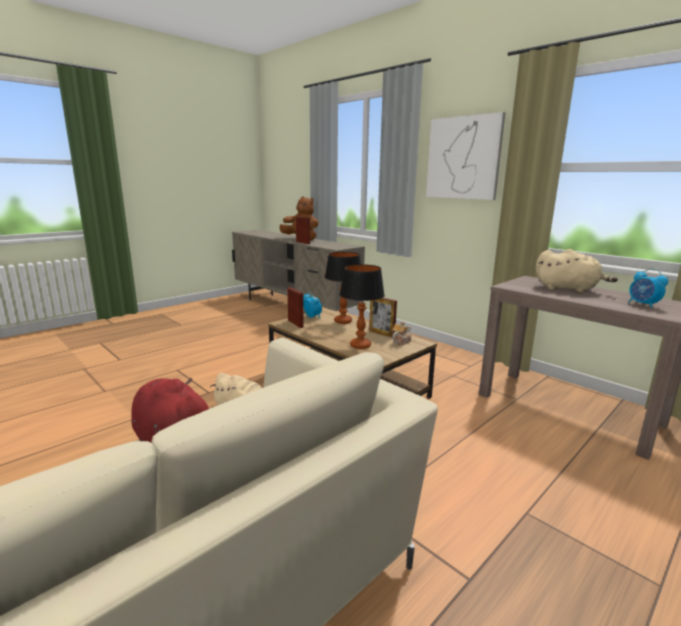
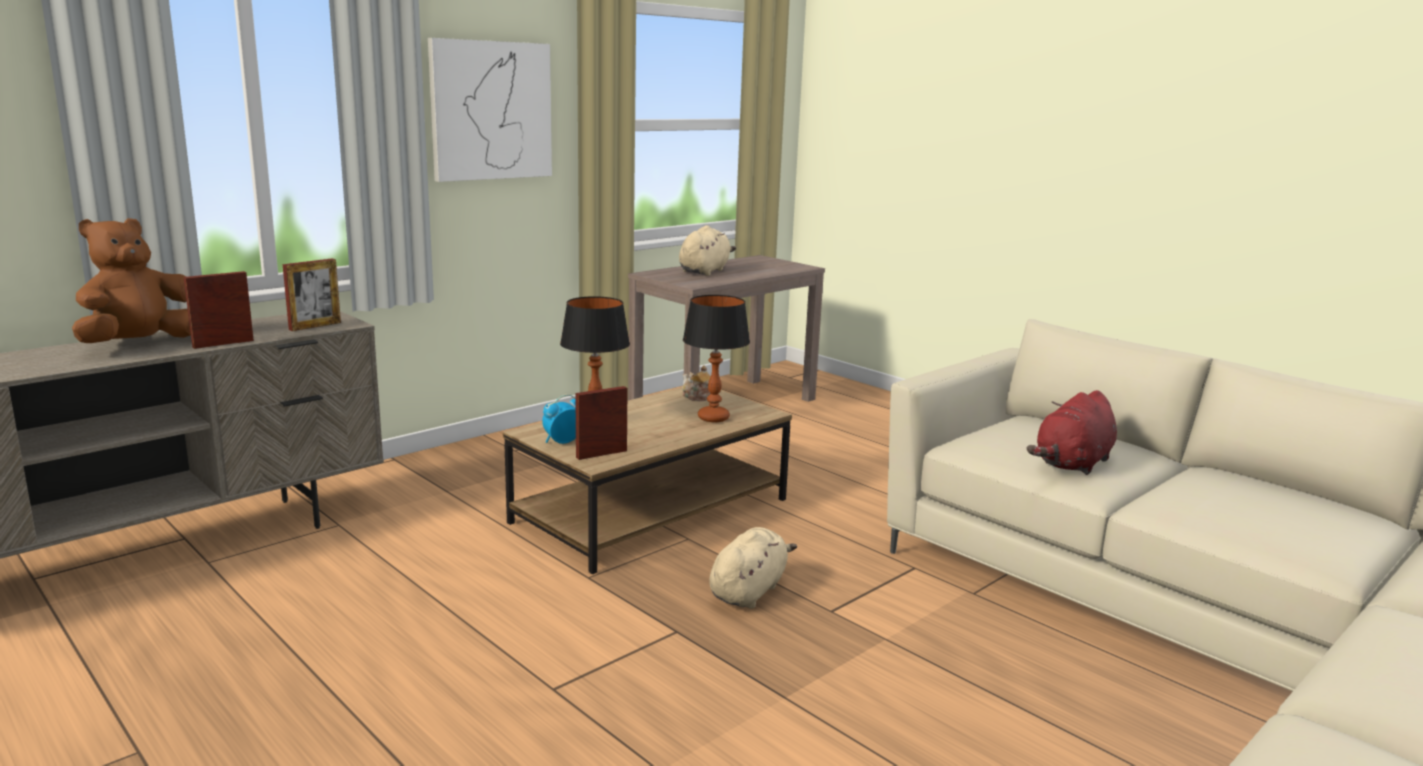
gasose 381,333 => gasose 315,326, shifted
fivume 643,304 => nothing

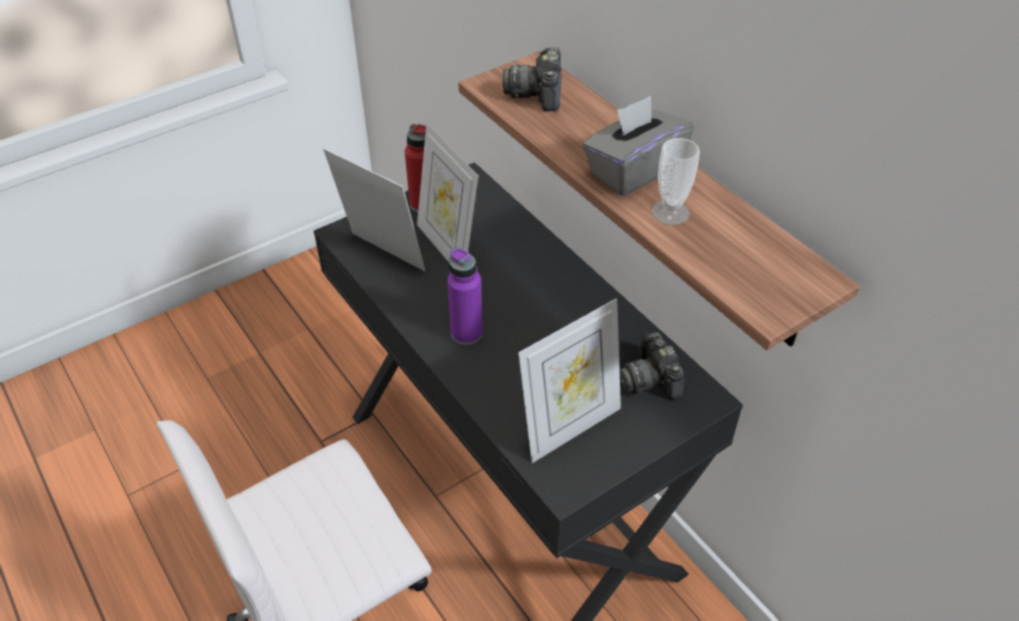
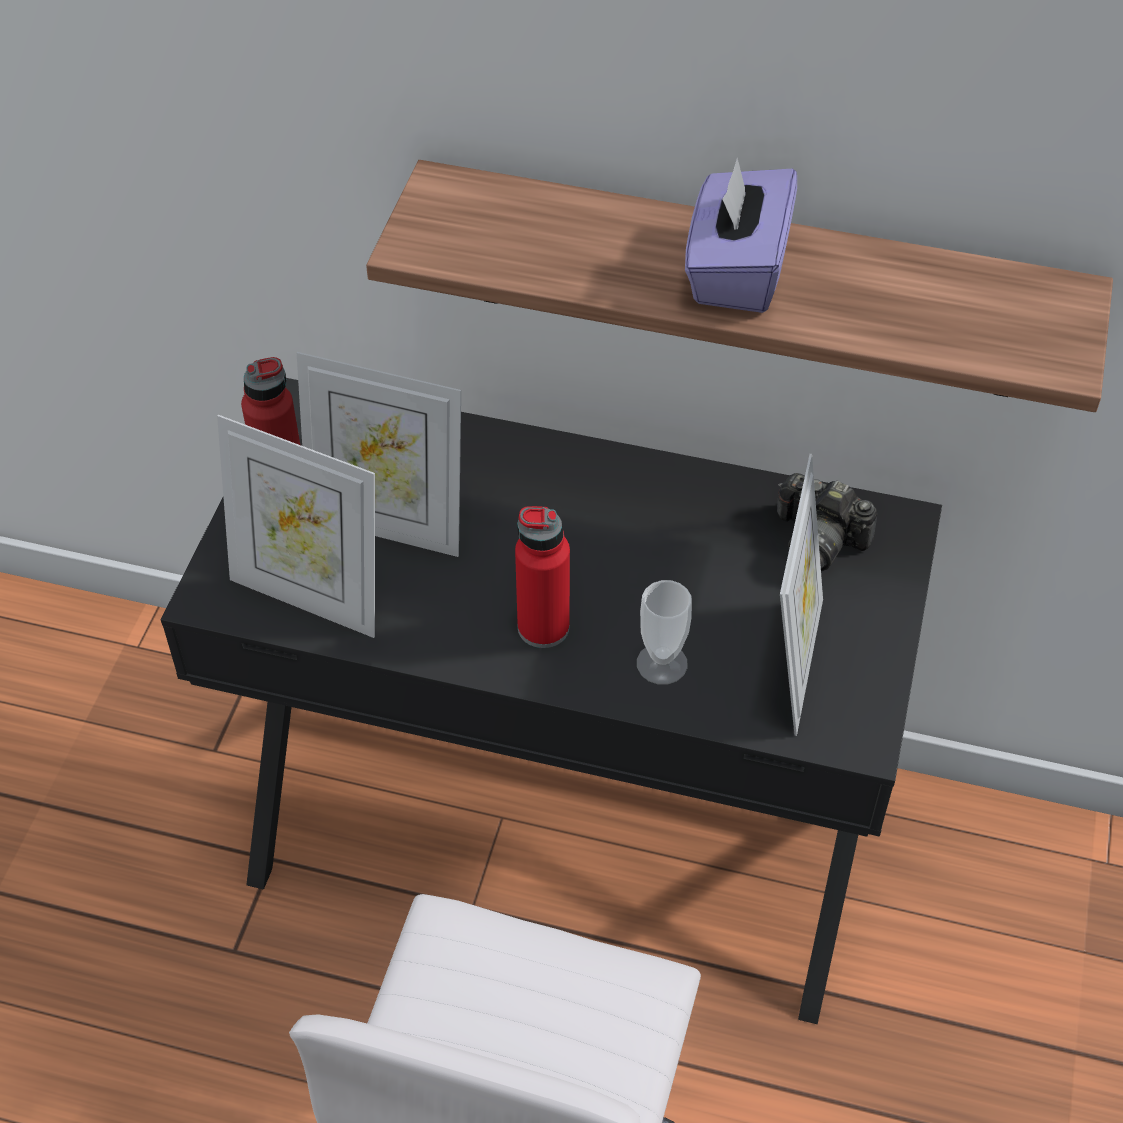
gasose 382,257 => gasose 310,595, 150 degrees counterclockwise
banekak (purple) 466,333 => banekak (red) 543,627
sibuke 670,212 => sibuke 662,664, shifted
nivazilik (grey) 633,170 => nivazilik (purple) 736,271
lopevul 538,94 => nothing

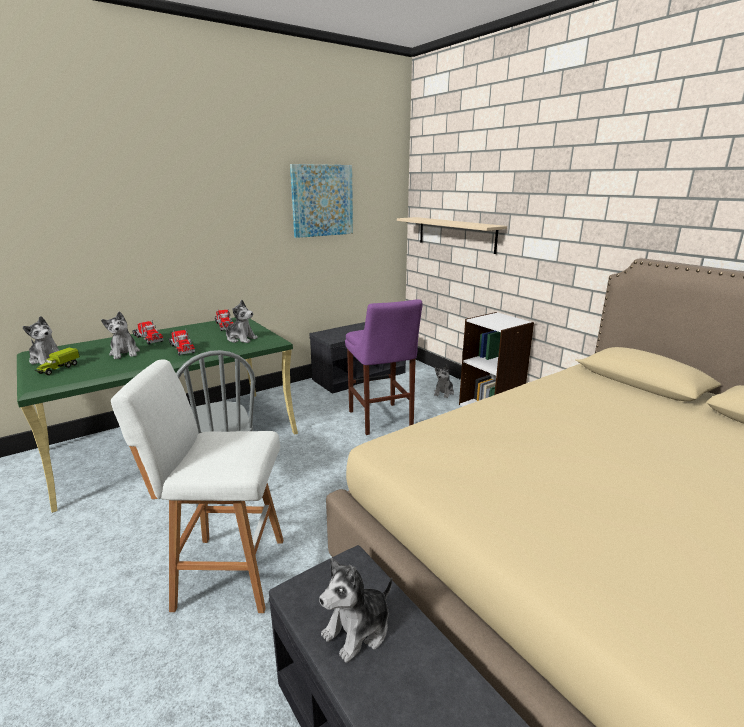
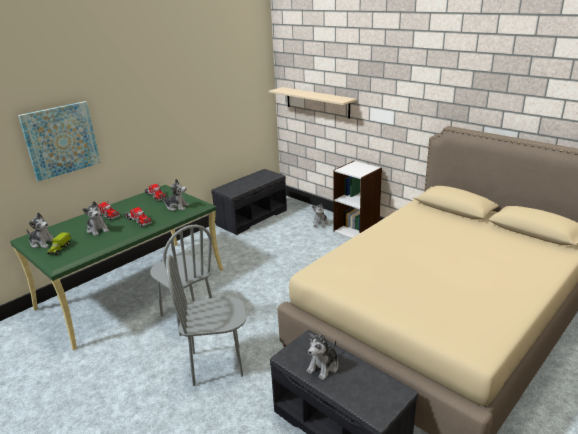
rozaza 322,200 => rozaza 61,140, shifted
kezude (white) 226,572 => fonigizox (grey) 217,364
kezude (purple) 381,420 => nothing

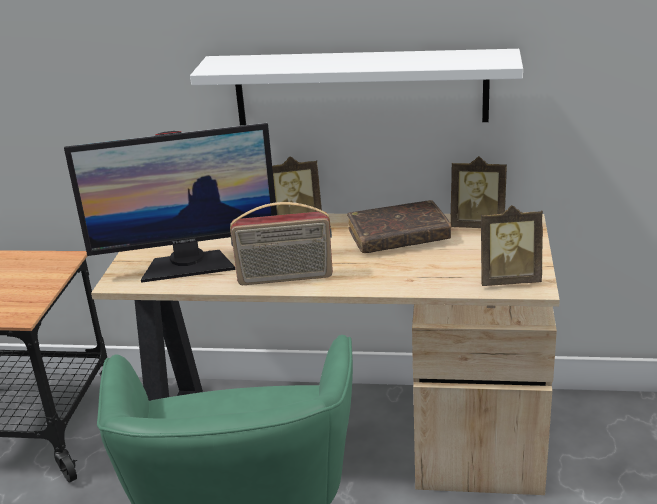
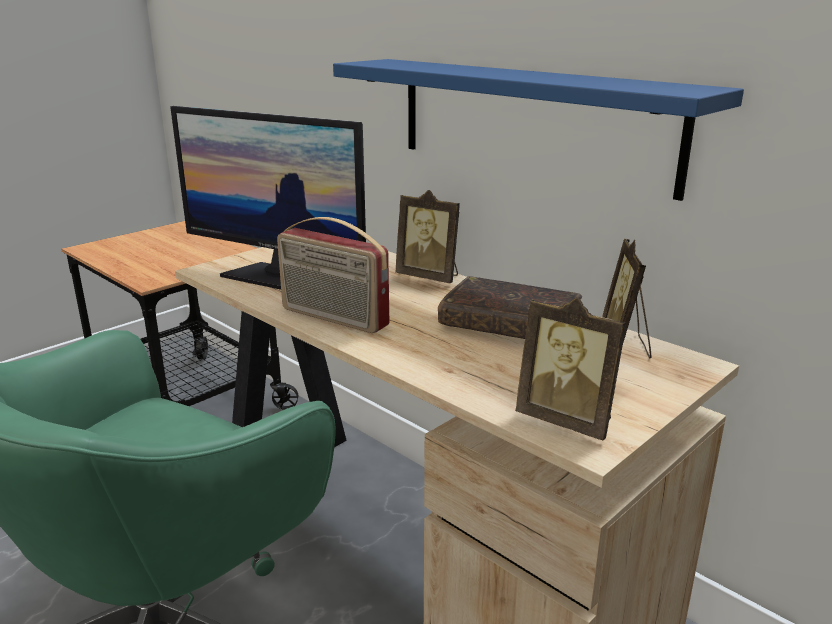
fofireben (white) 360,88 => fofireben (blue) 530,122
gasose 478,225 => gasose 624,346, 45 degrees clockwise

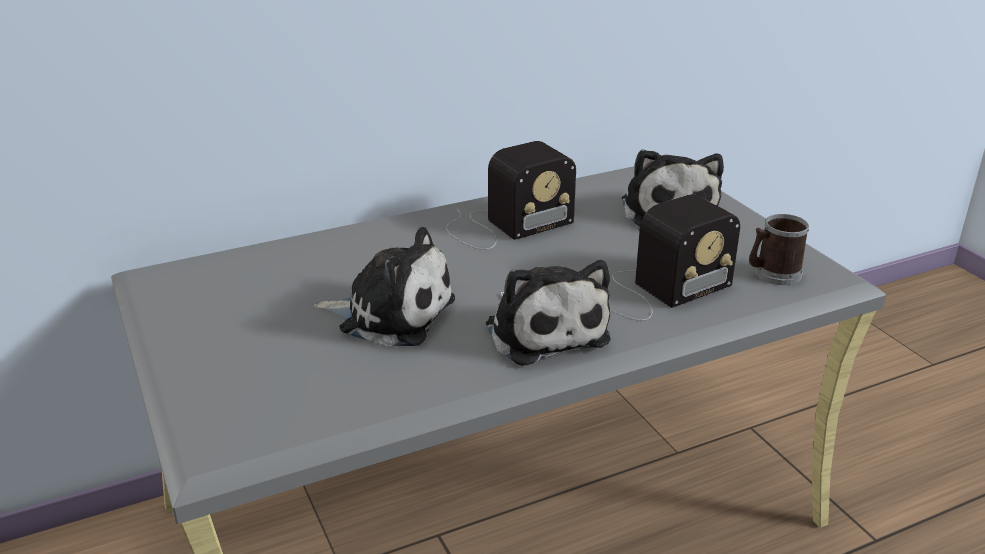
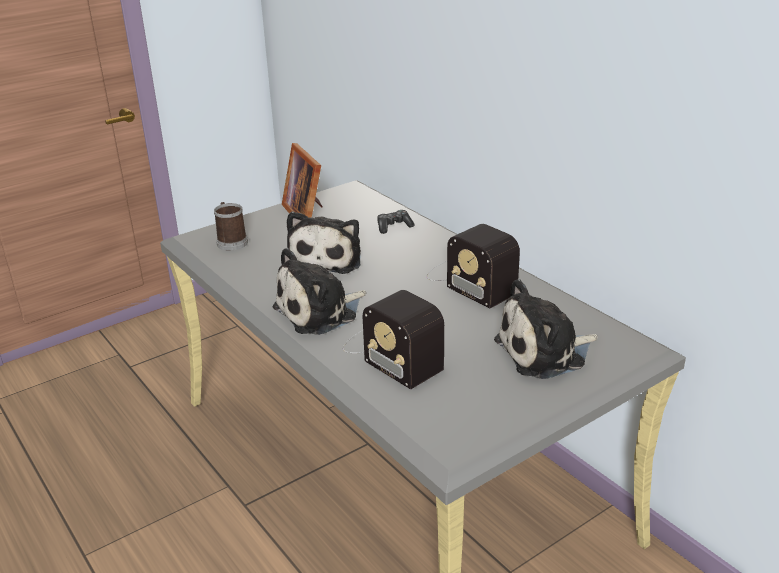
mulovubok 773,274 => mulovubok 231,241, shifted
nothing => gasose 307,213
nothing => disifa 394,226

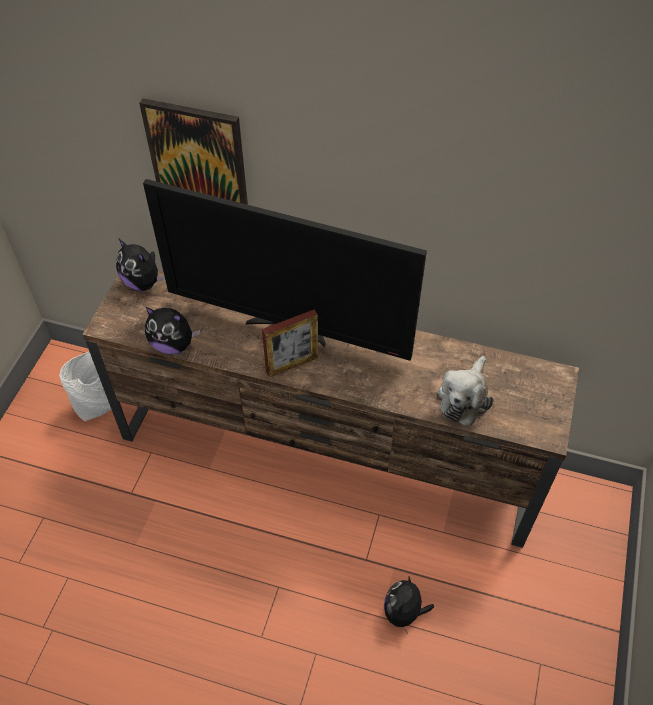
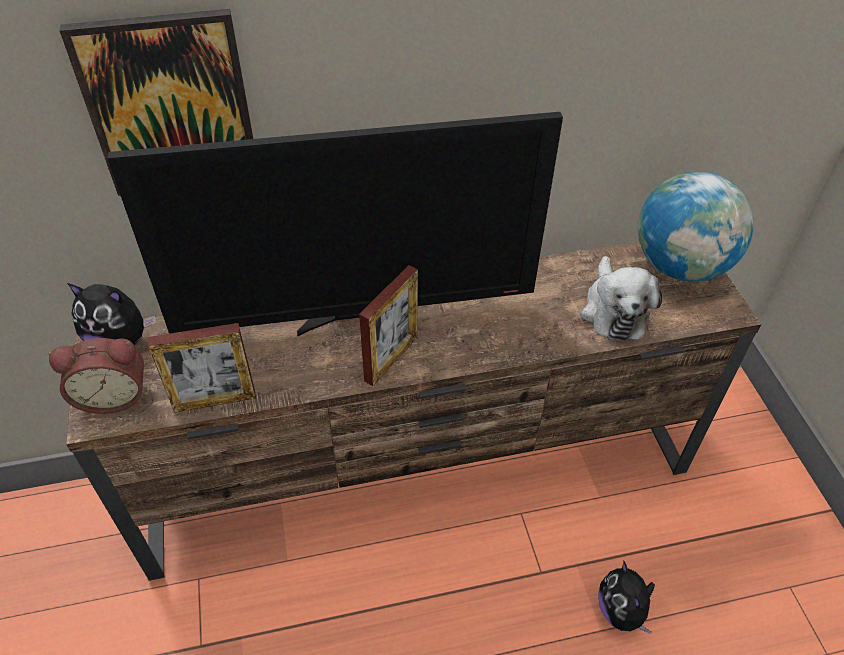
nothing => fivume 114,395
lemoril 173,345 => gasose 215,401
nothing => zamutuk 680,266
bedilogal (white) 97,405 => nothing

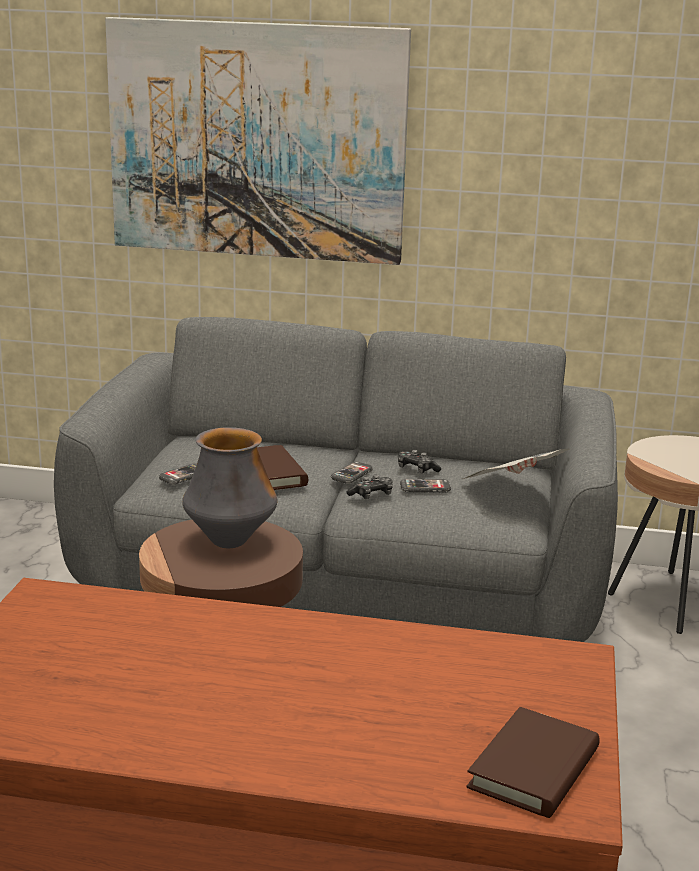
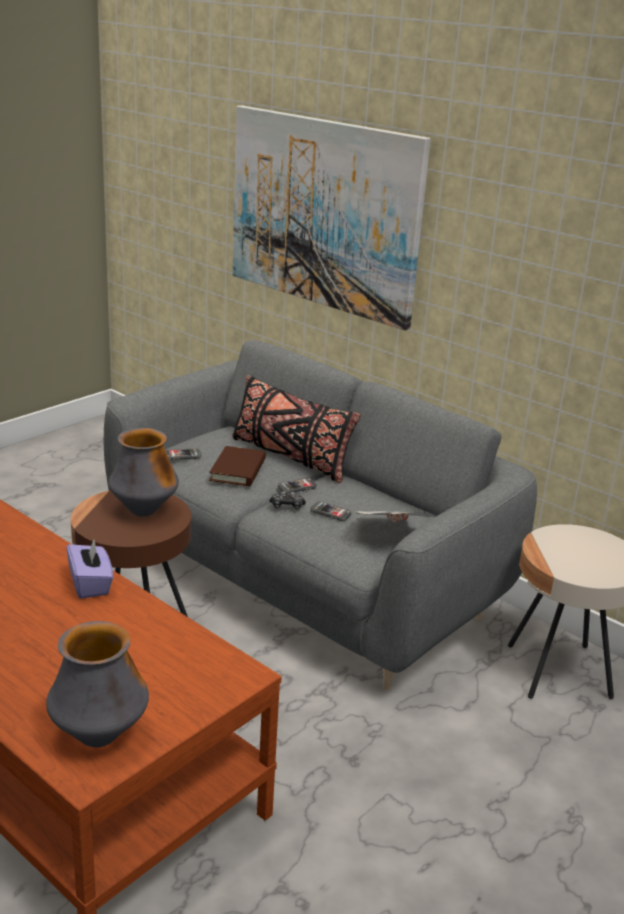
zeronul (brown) 534,769 => bedilogal 99,735
nothing => nivazilik (purple) 91,584
nothing => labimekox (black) 290,456
disifa 416,469 => nothing

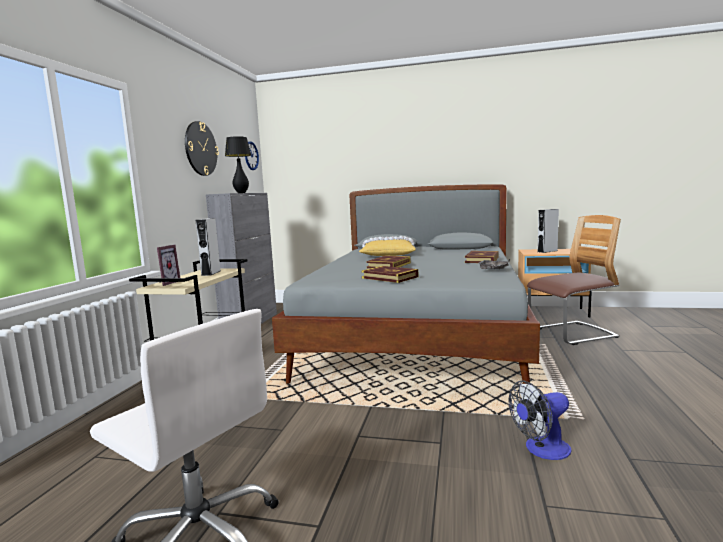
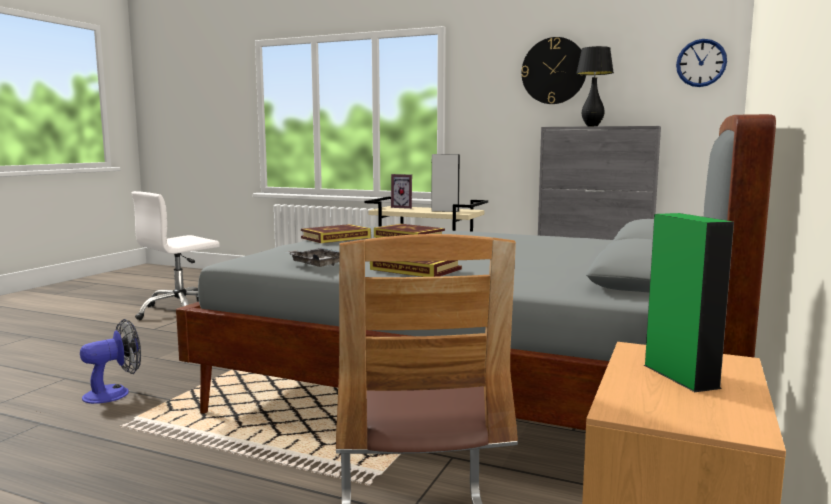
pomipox 541,450 => pomipox 114,393, 60 degrees clockwise
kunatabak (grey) 547,251 => kunatabak (green) 680,376
labimekox (yellow) 388,254 => nothing

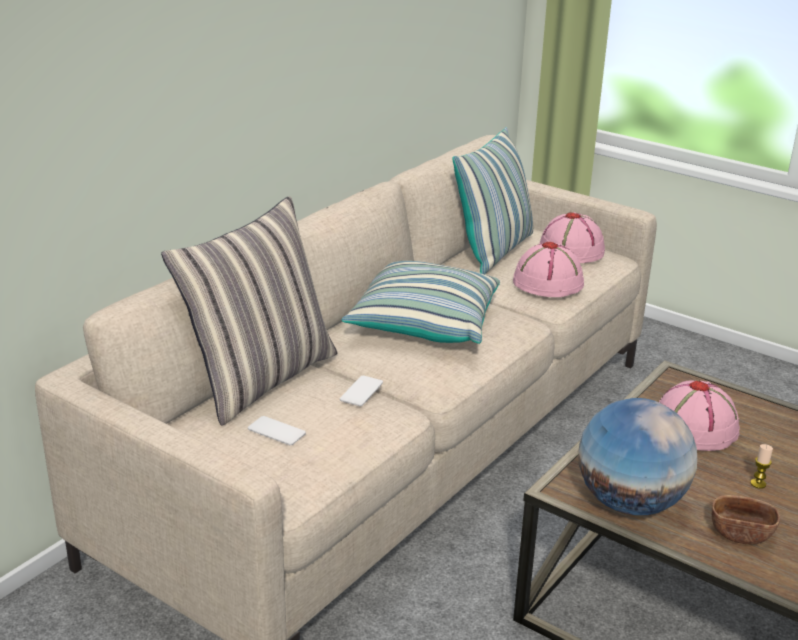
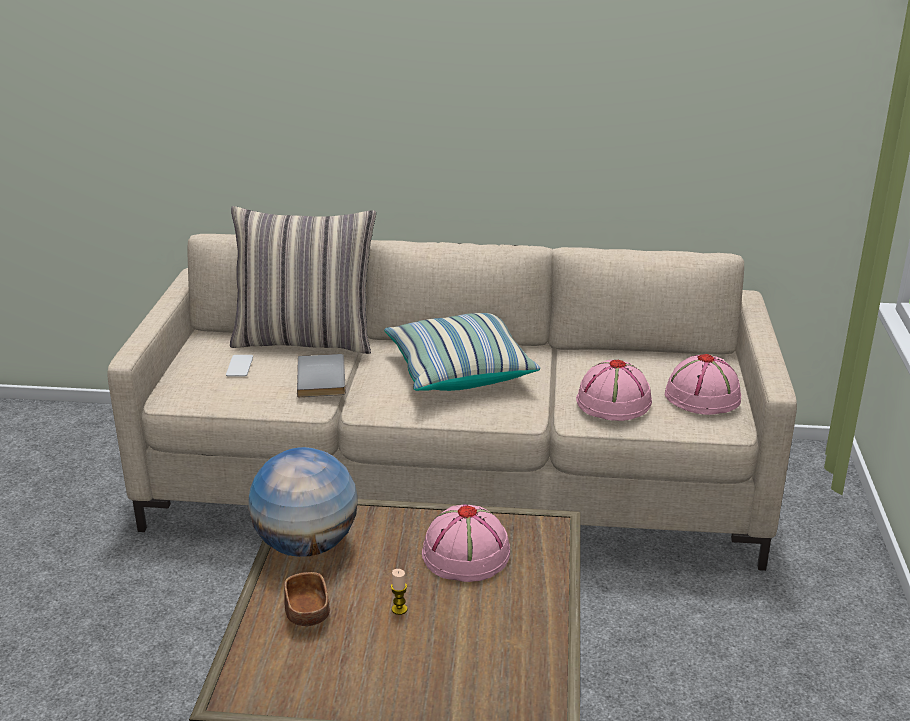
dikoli 361,391 => zeronul (grey) 324,378
labimekox 494,251 => nothing

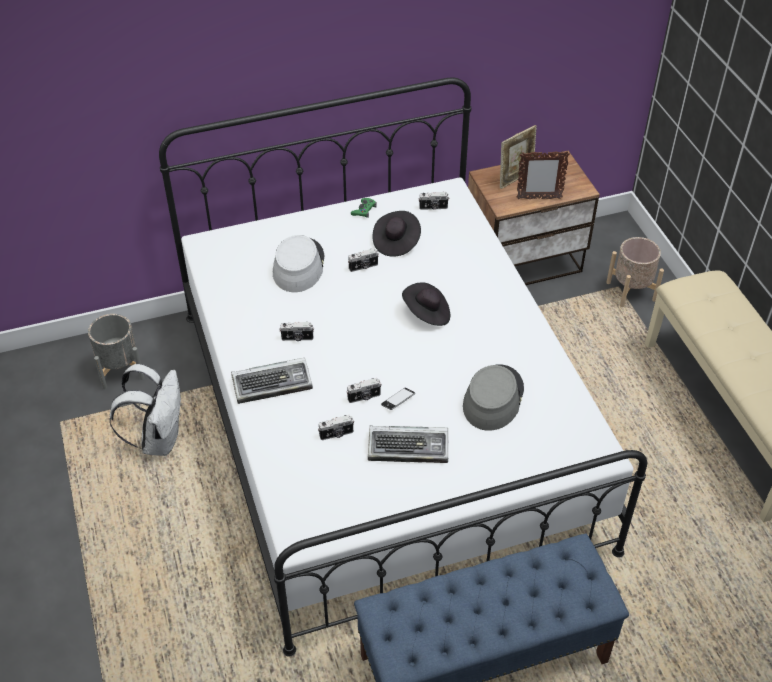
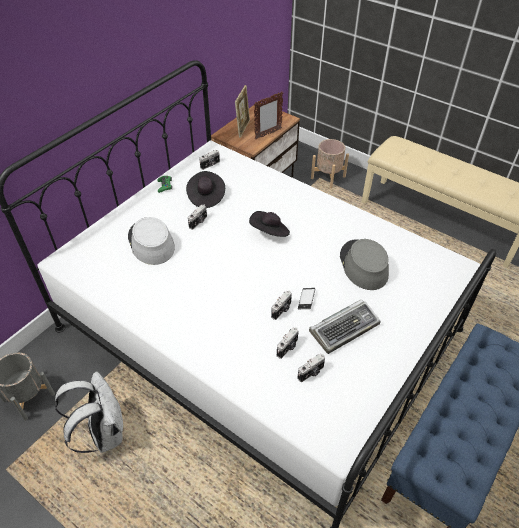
lopevul 297,338 => lopevul 311,373, shifted
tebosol 273,384 => nothing

